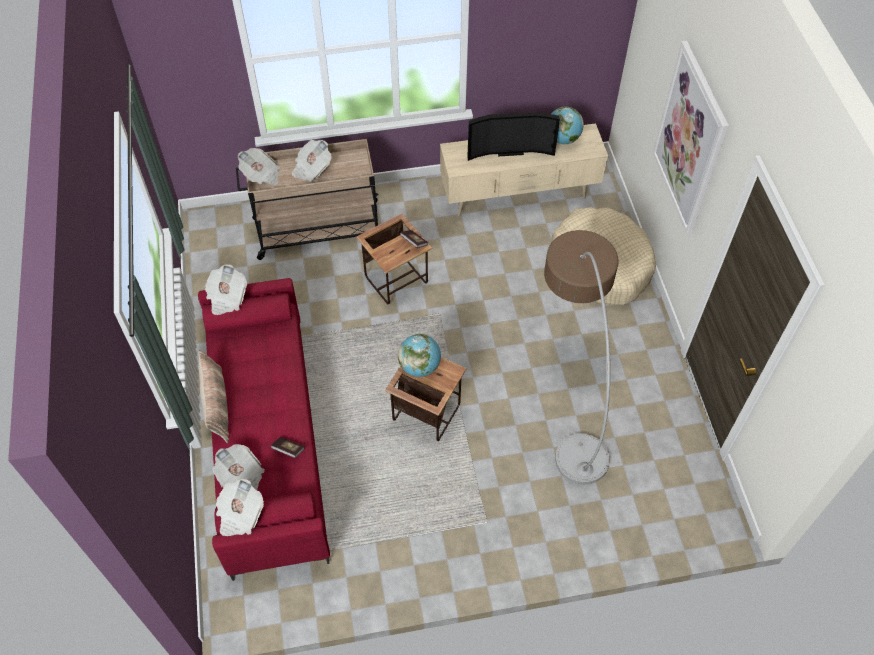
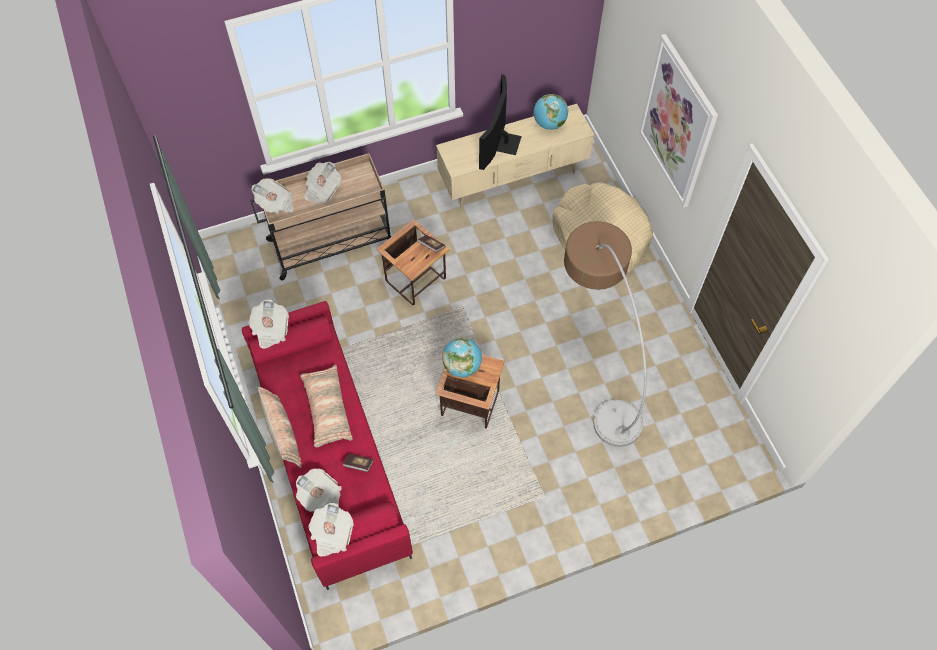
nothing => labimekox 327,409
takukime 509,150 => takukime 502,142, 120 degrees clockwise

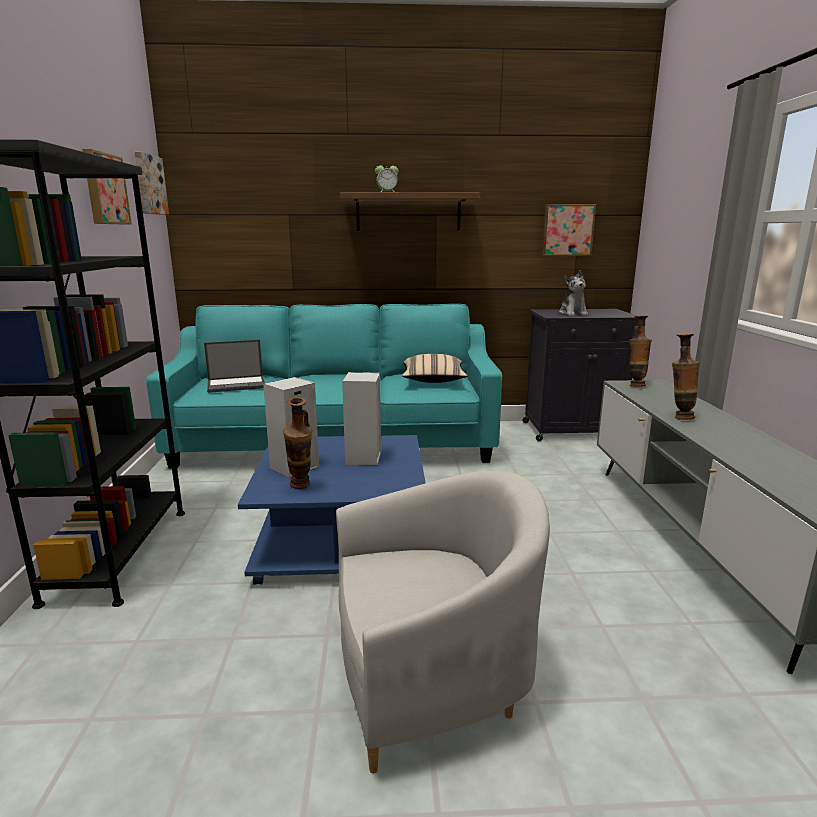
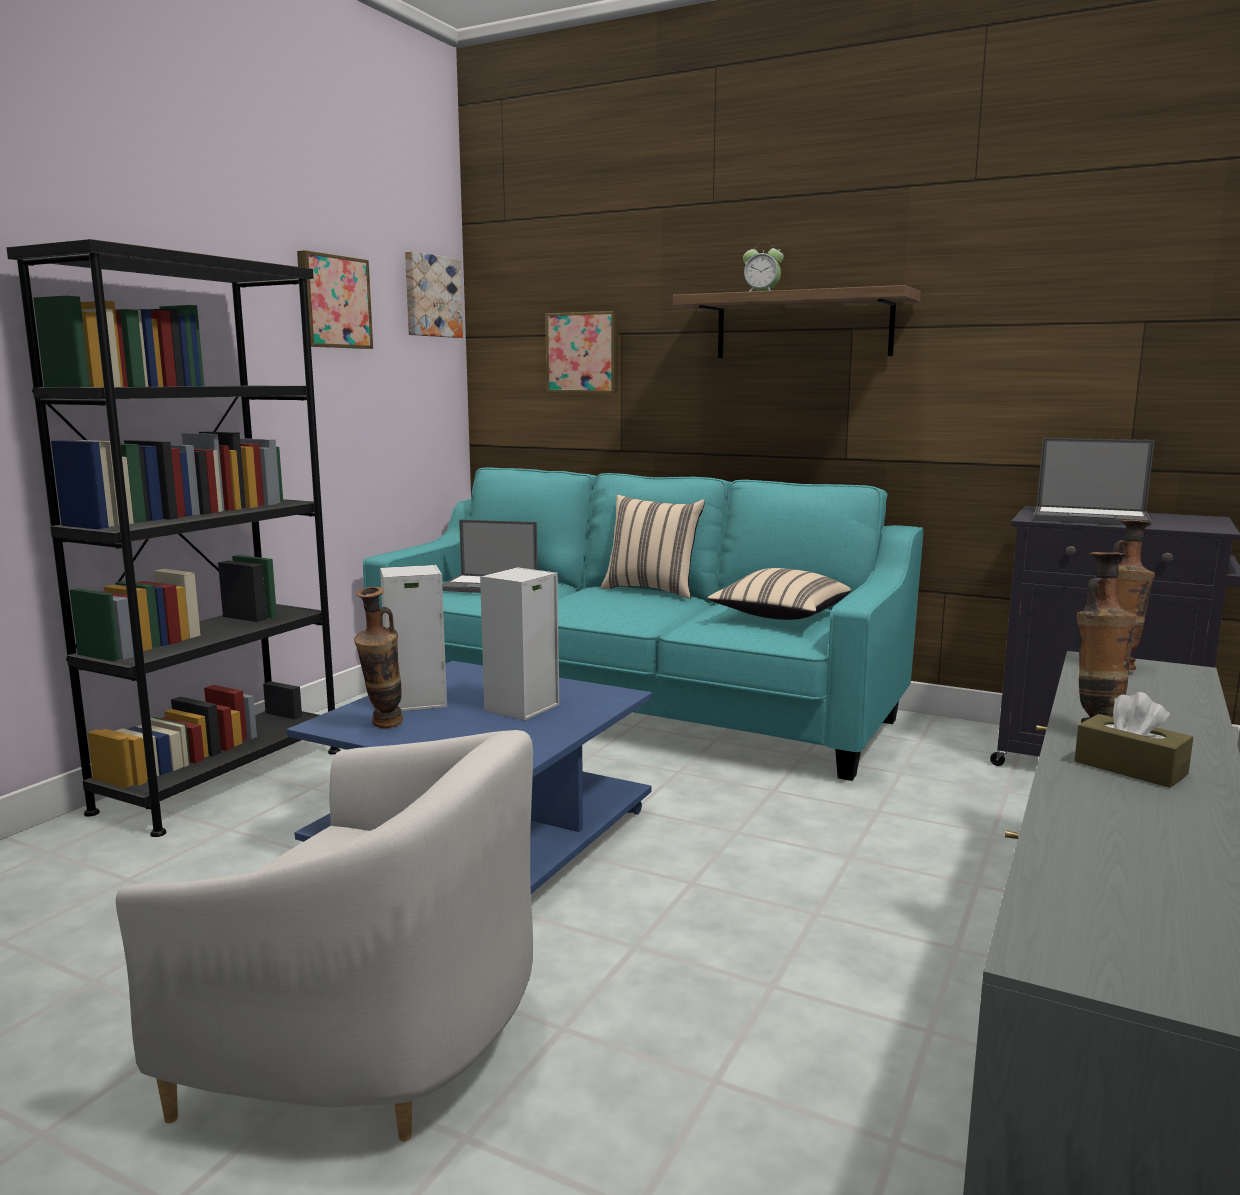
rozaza 567,230 => rozaza 584,353, shifted
nothing => labimekox (beige) 652,590
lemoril 573,313 => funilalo 1092,518
nothing => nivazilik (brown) 1130,768

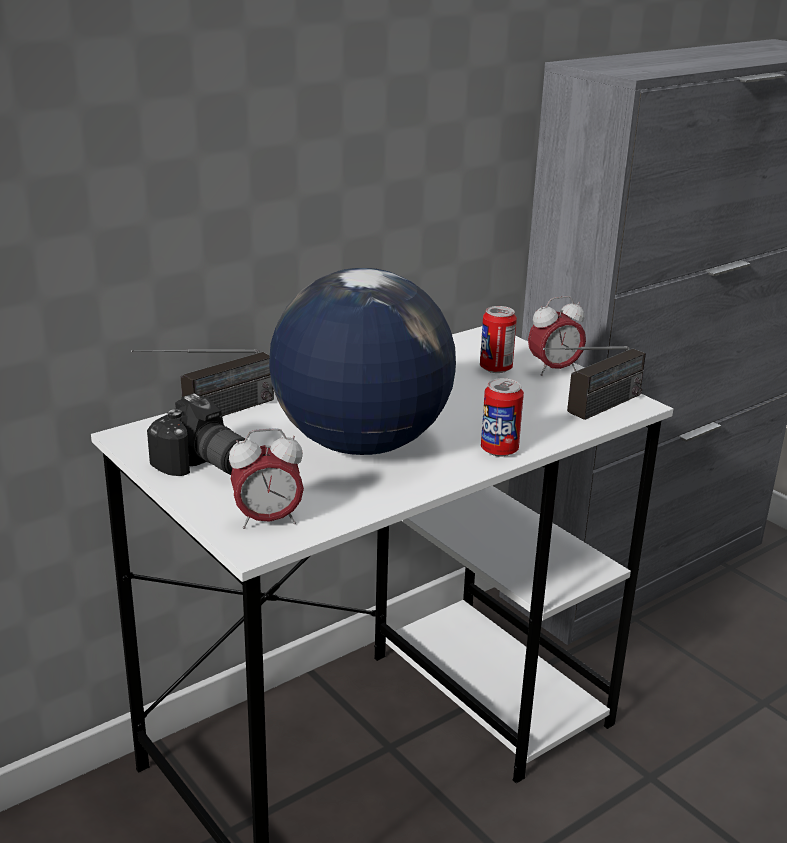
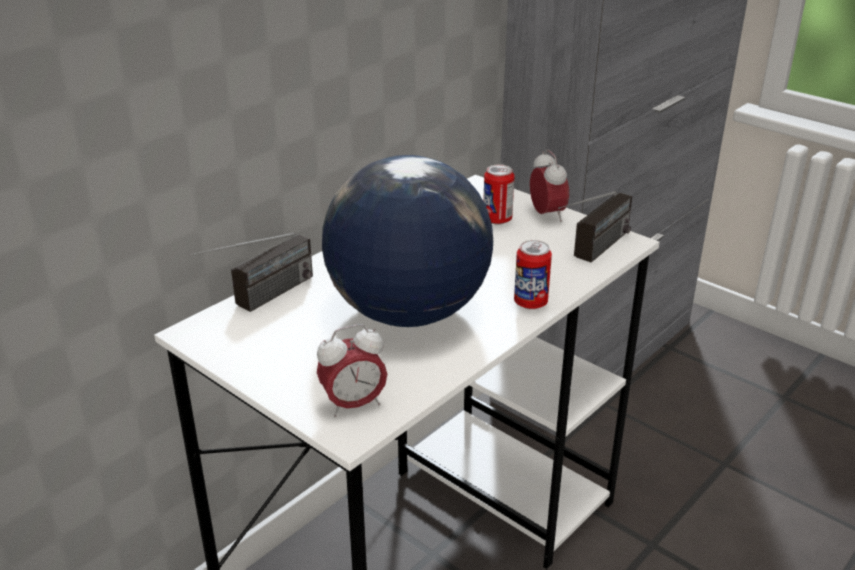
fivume 554,370 => fivume 547,215, 75 degrees counterclockwise
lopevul 205,466 => nothing

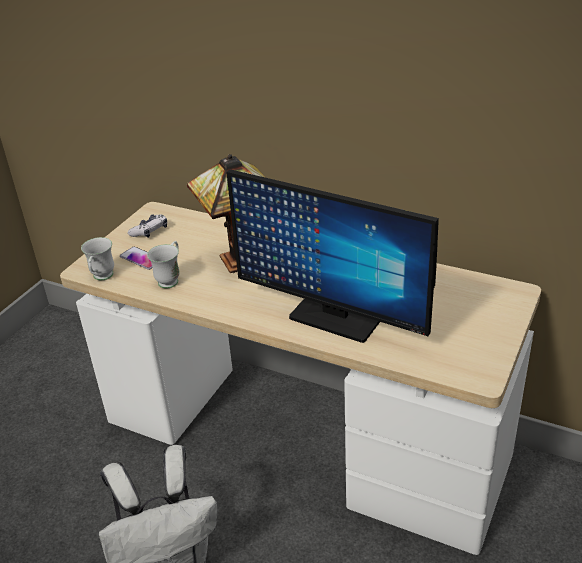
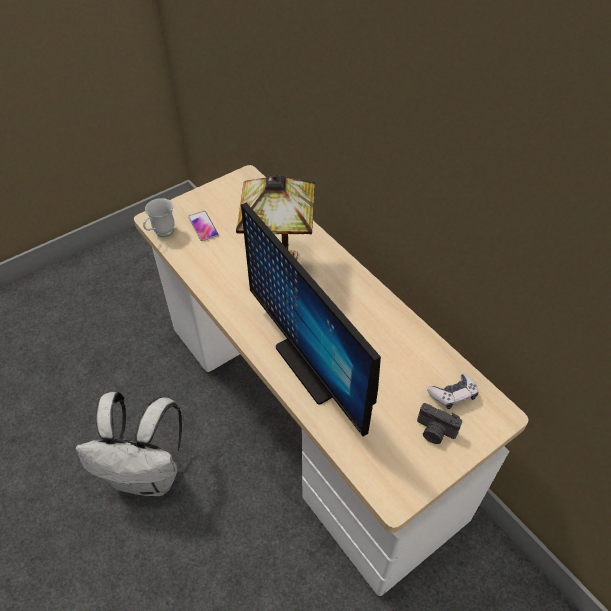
nothing => lopevul 434,432
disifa 150,231 => disifa 453,395, shifted
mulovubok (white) 171,279 => nothing

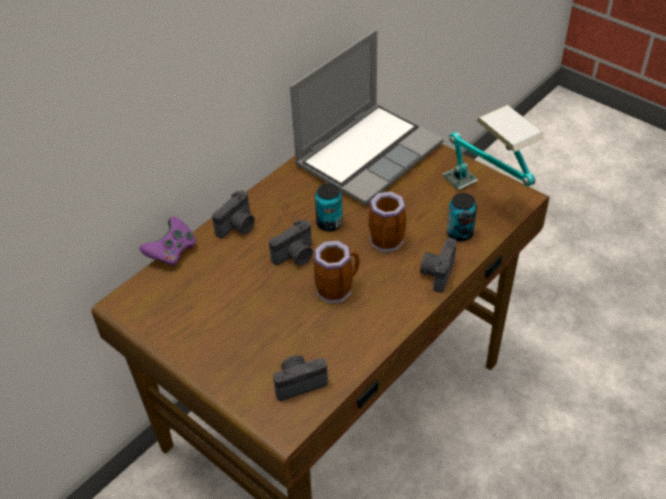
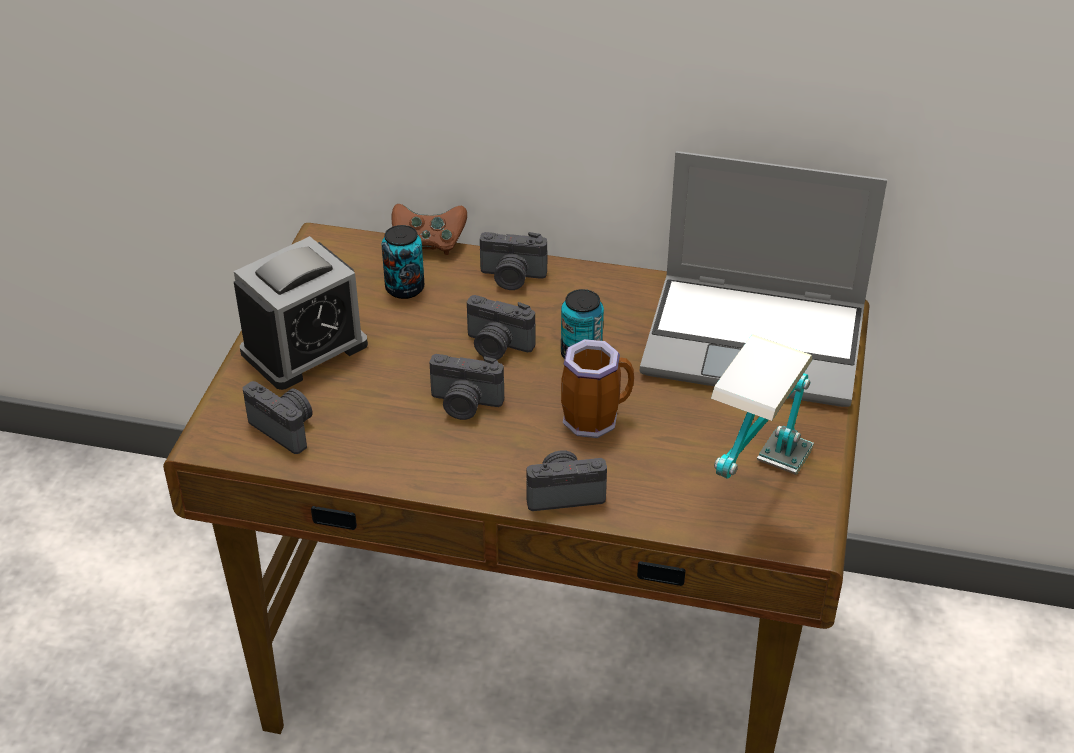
nothing => fivume 304,348
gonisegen 459,233 => gonisegen 405,288, shifted
disifa (purple) 172,252 => disifa (brown) 428,243
mulovubok 336,288 => lopevul 465,404

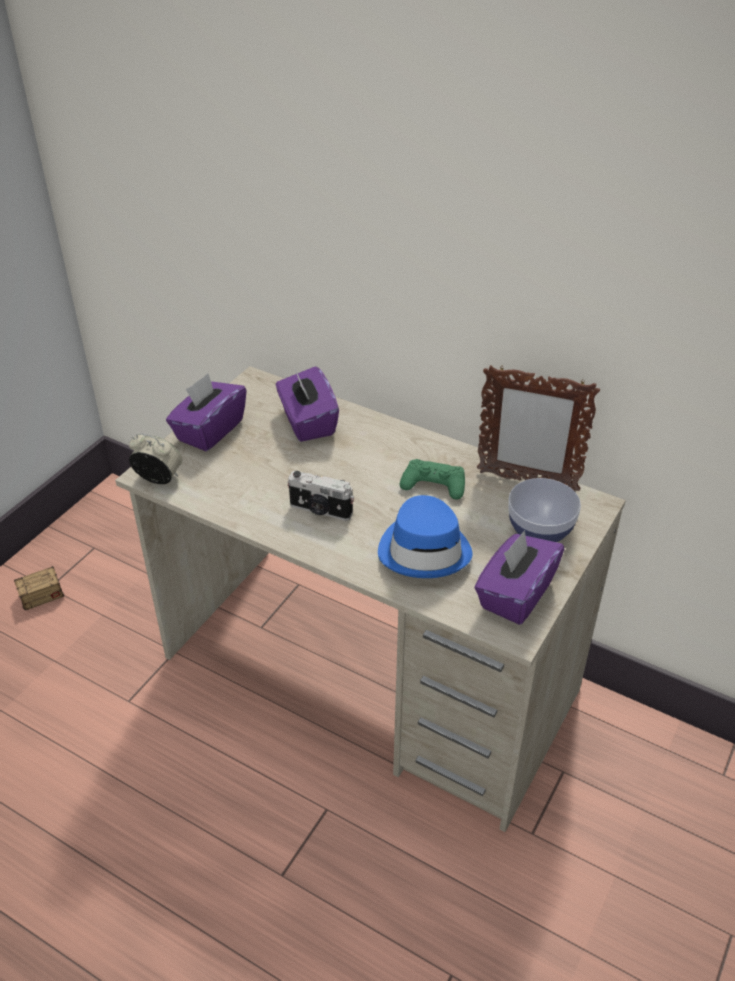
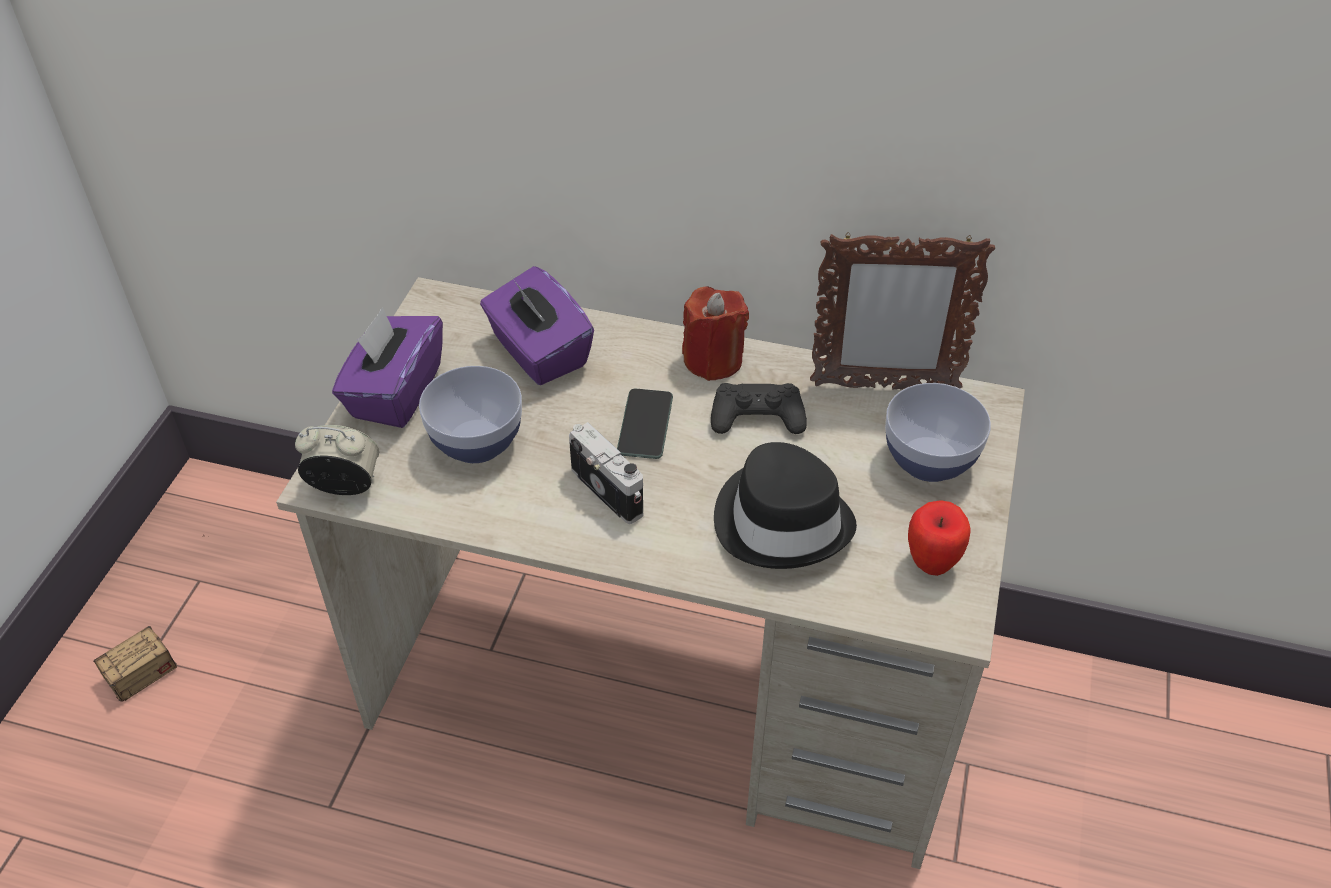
nothing => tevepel 476,442
lopevul 320,510 => lopevul 609,490, 135 degrees counterclockwise
nothing => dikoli 645,424
nothing => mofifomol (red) 713,360
disifa (green) 434,484 => disifa (black) 757,416
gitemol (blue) 425,550 => gitemol (black) 782,521
nivazilik (purple) 515,594 => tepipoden 931,563

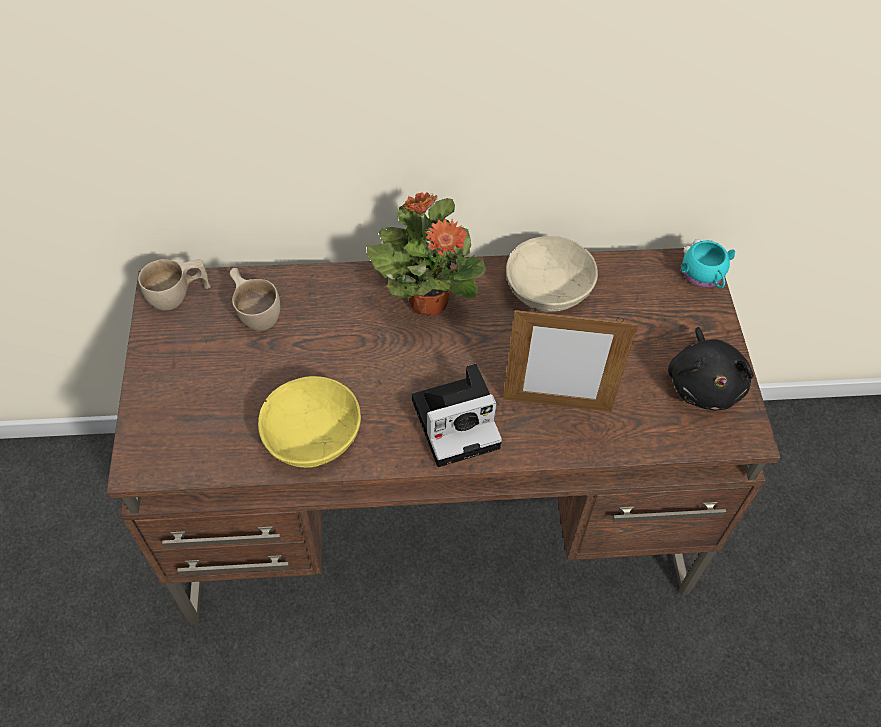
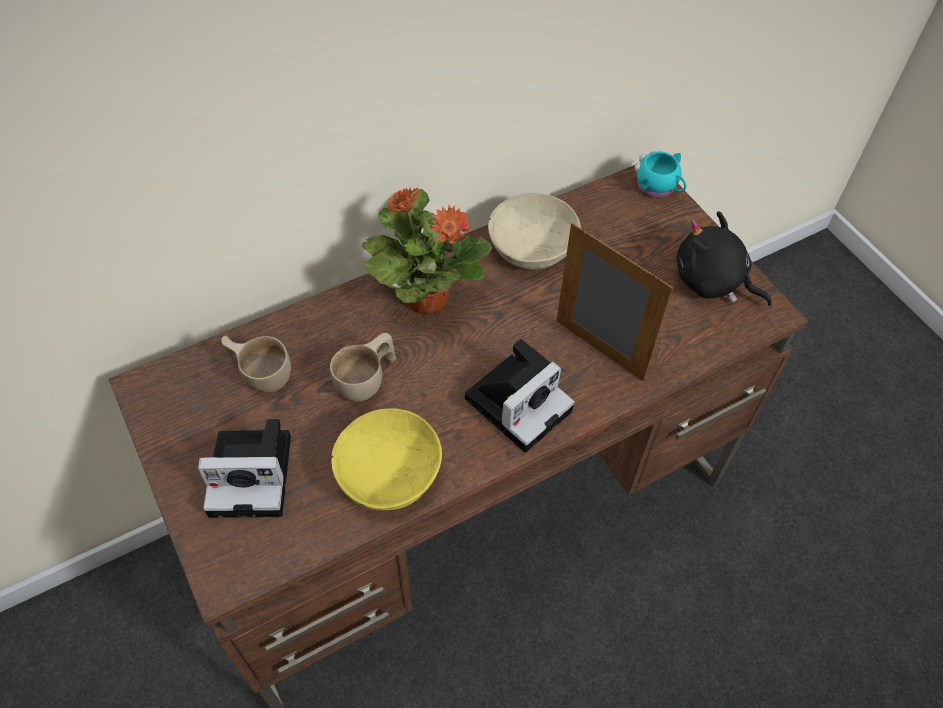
nothing => lopevul 255,474
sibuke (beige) 179,296 => sibuke (beige) 368,380, shifted
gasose 557,404 => gasose 599,350, 120 degrees counterclockwise
lemoril (black) 704,384 => lemoril (black) 712,282, 150 degrees clockwise

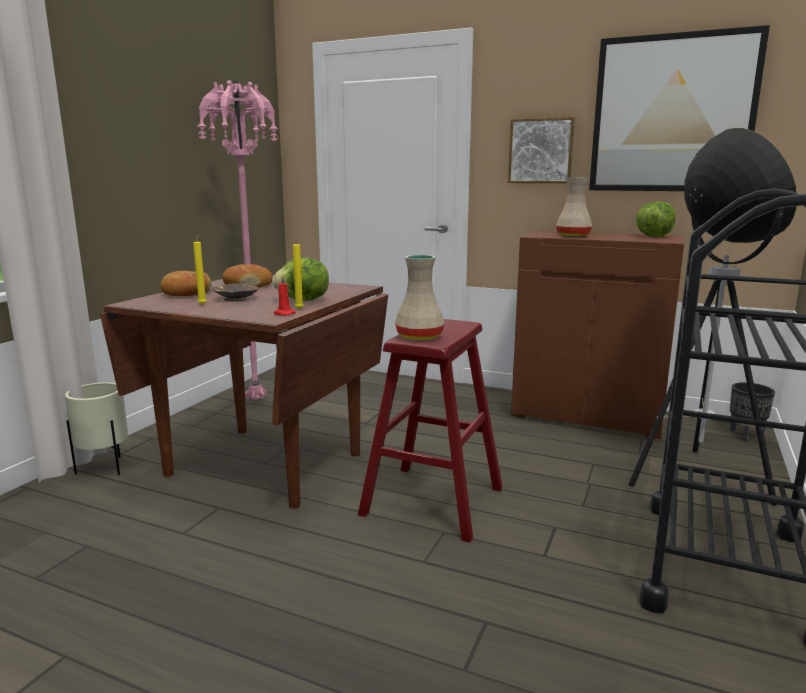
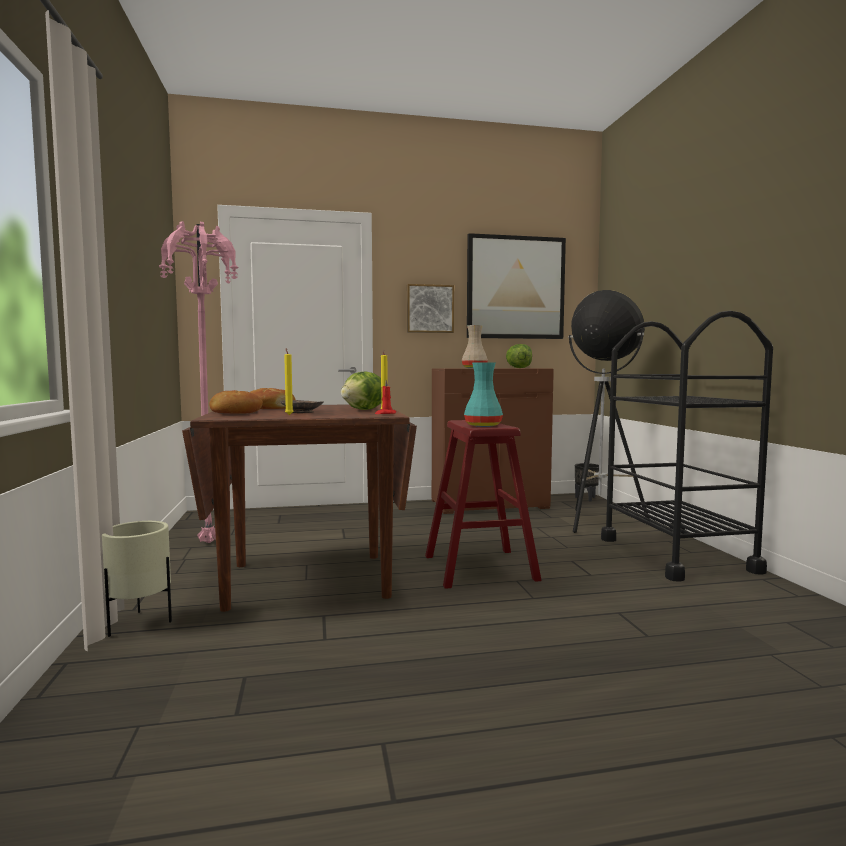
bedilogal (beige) 419,337 => bedilogal (turquoise) 484,425

